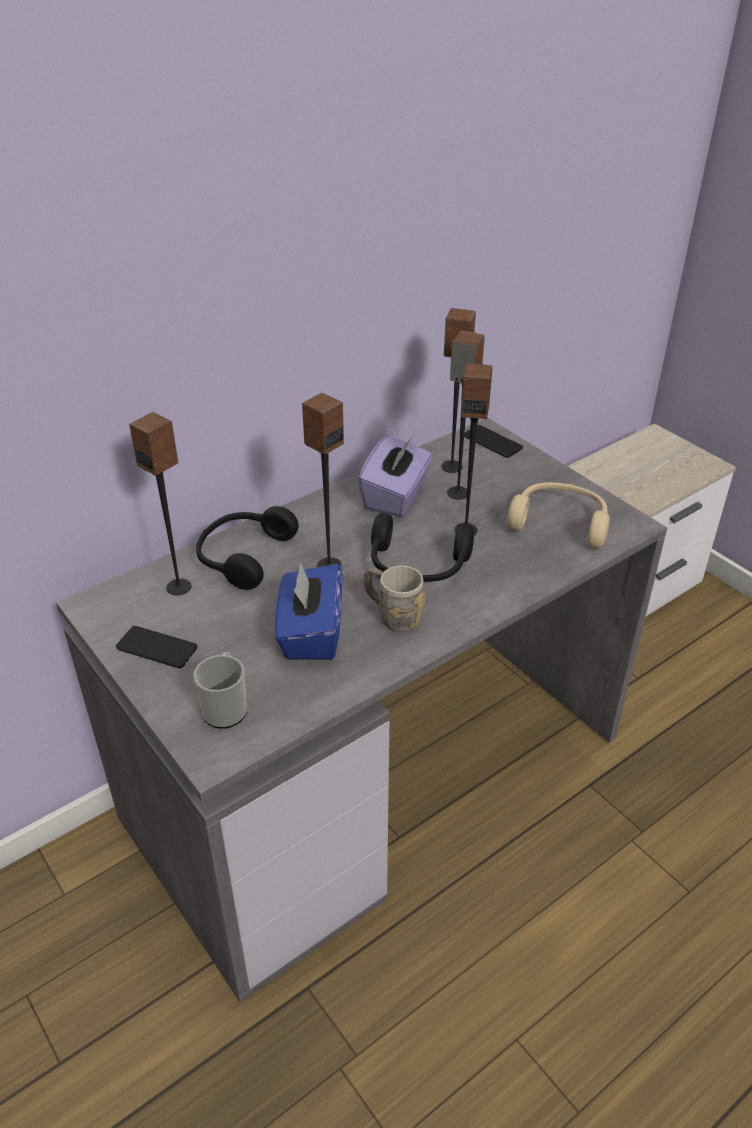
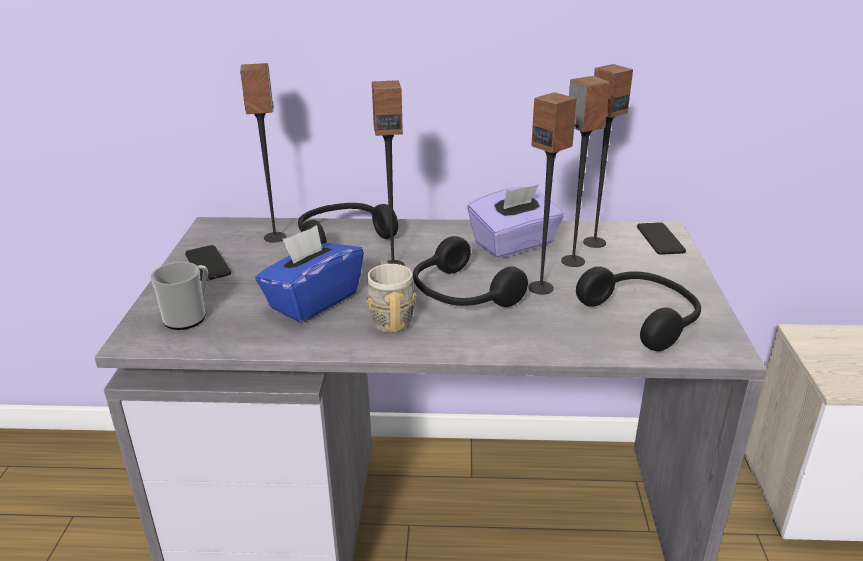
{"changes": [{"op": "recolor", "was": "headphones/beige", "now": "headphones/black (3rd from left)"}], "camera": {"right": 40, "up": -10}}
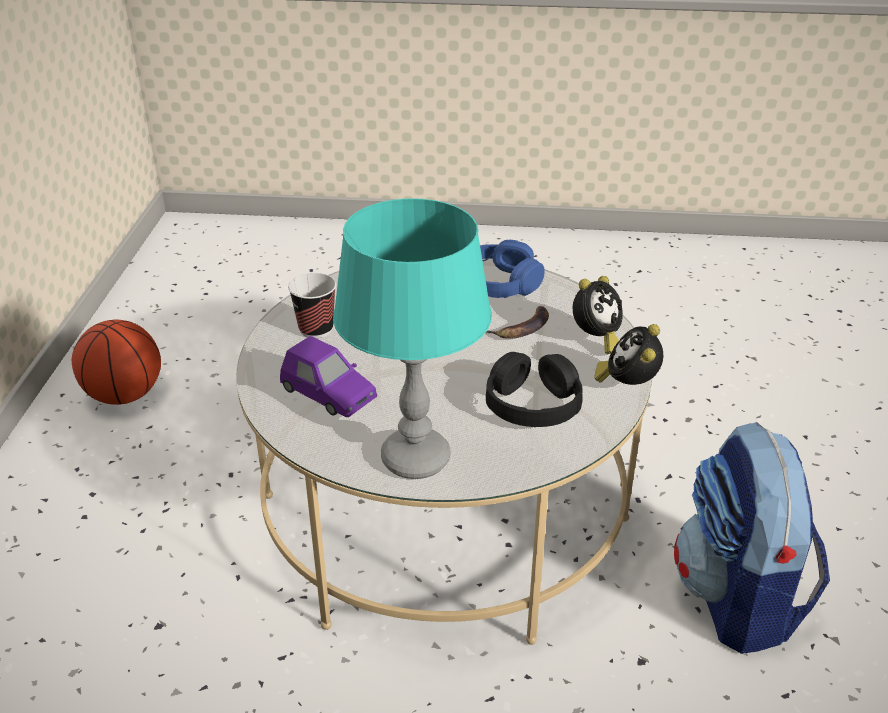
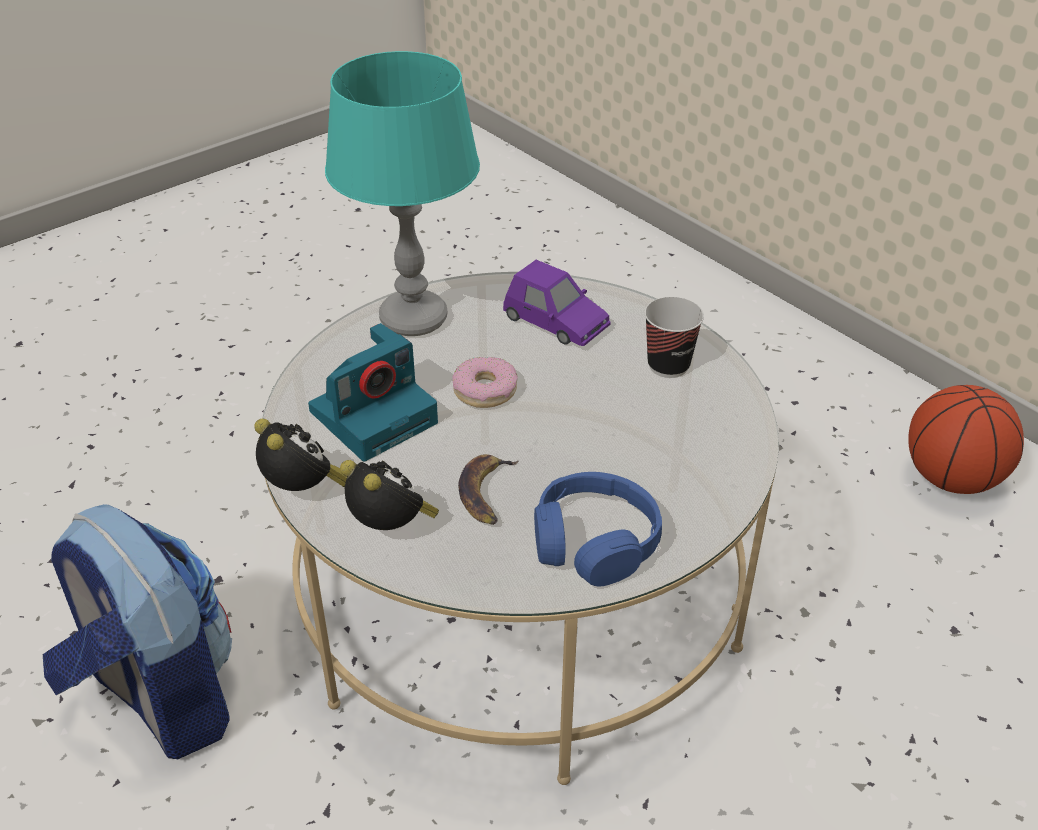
{"changes": [{"op": "rotate", "was": "alarm clock (1st from left in the first image)", "clockwise": 135}, {"op": "rotate", "was": "toy car/purple", "clockwise": -135}, {"op": "replace", "was": "headphones/black", "now": "photo camera"}, {"op": "insert", "now": "donut"}], "camera": {"right": 135, "up": 5}}
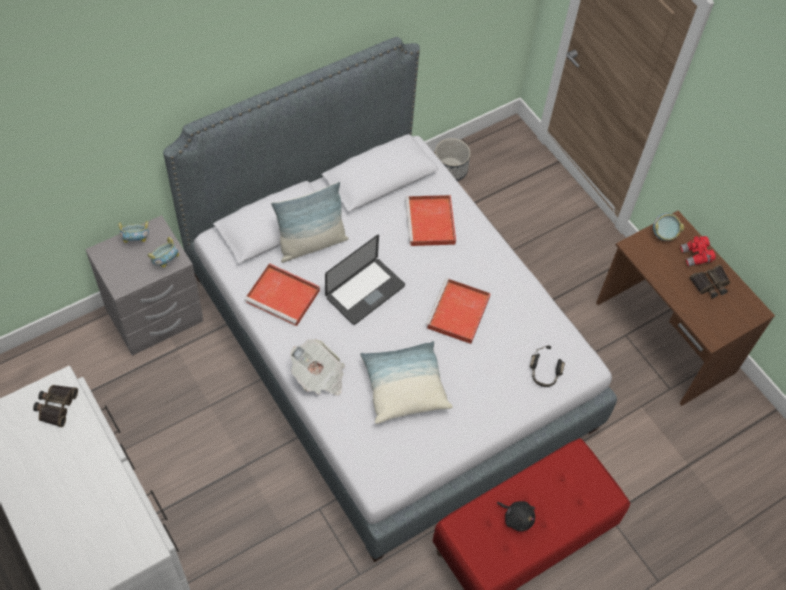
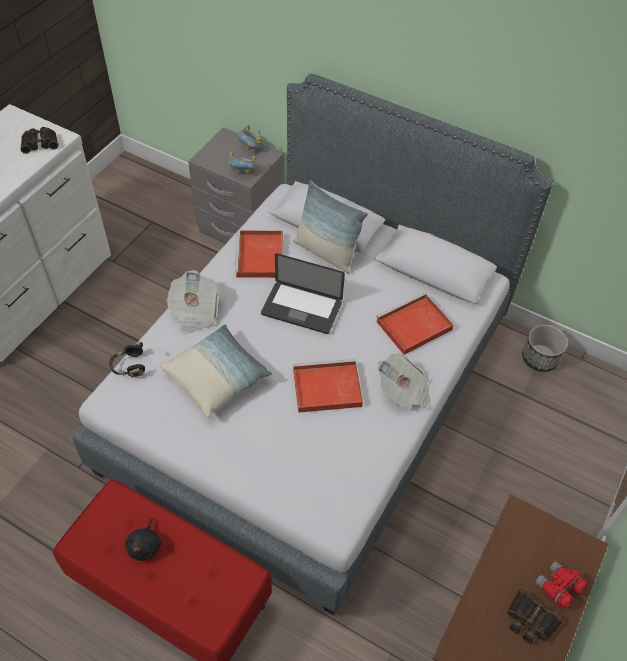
{"changes": [{"op": "delete", "was": "bowl (3rd from left)"}, {"op": "move", "was": "headphones/black"}, {"op": "insert", "now": "newspaper (2nd from left)"}], "camera": {"right": 65, "up": -5}}
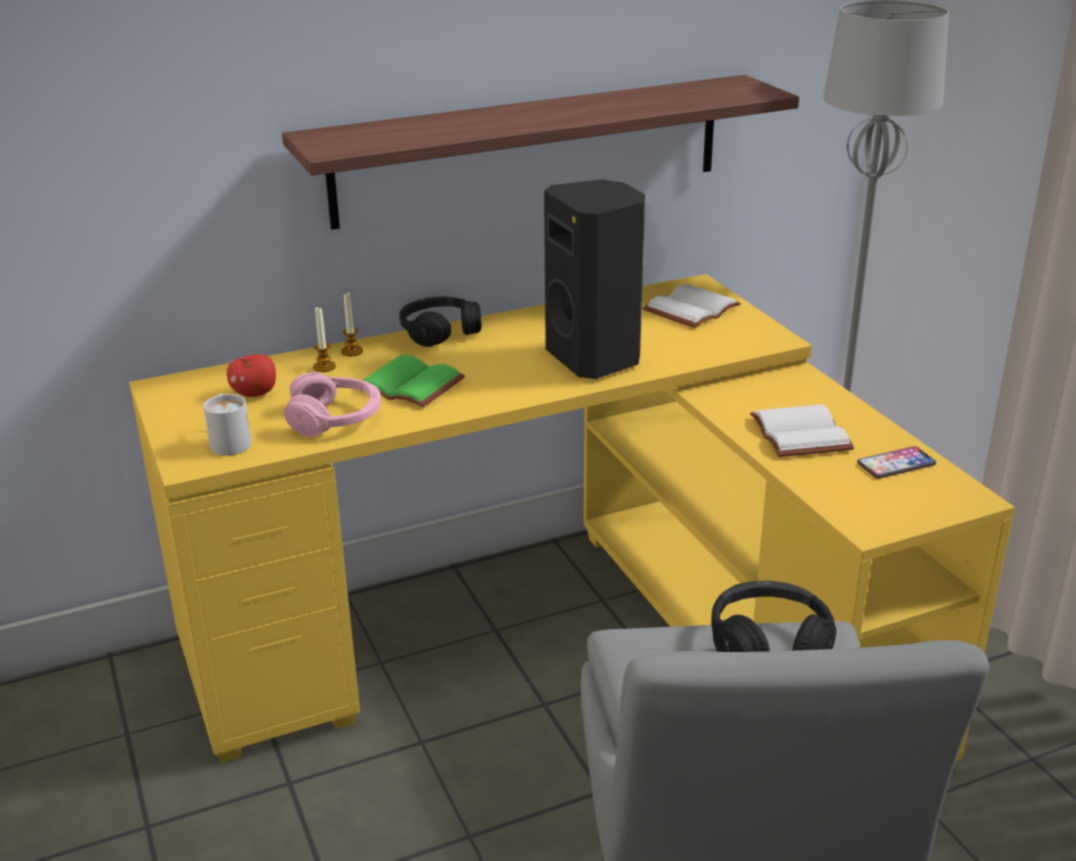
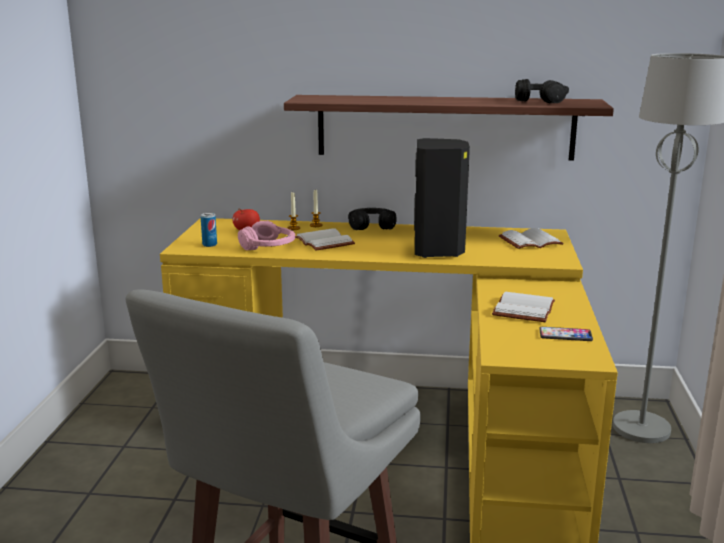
{"changes": [{"op": "recolor", "was": "book/green", "now": "book/white (1st from left)"}, {"op": "replace", "was": "mug/white", "now": "can"}, {"op": "move", "was": "headphones/black (2nd from left)"}], "camera": {"right": 30, "up": -10}}
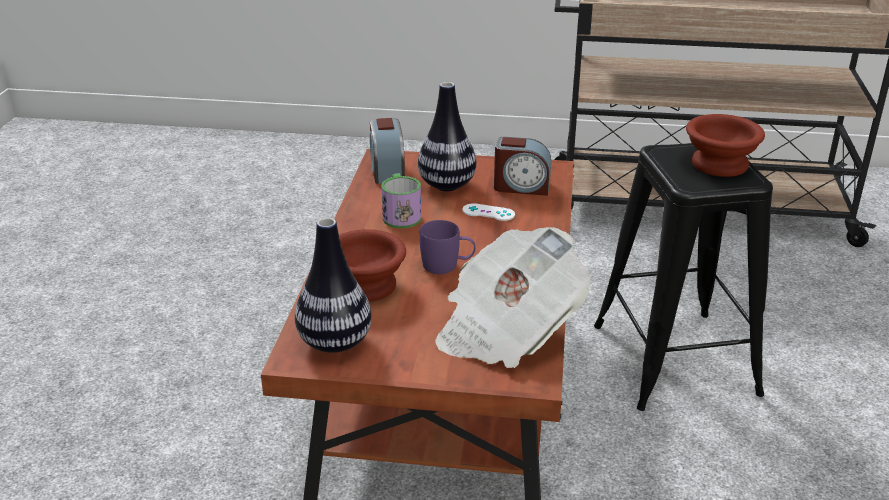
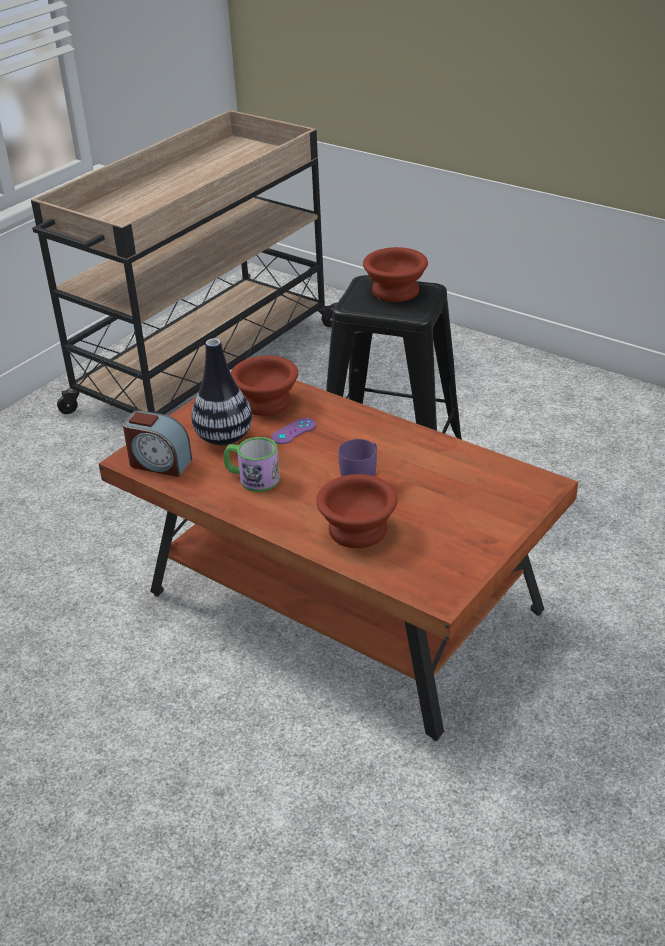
{"changes": [{"op": "replace", "was": "alarm clock (2nd from left)", "now": "bowl/brown (1st from left)"}, {"op": "recolor", "was": "game controller/white", "now": "game controller/purple"}, {"op": "delete", "was": "vase (1st from left)"}, {"op": "delete", "was": "newspaper"}], "camera": {"right": -60, "up": 5}}
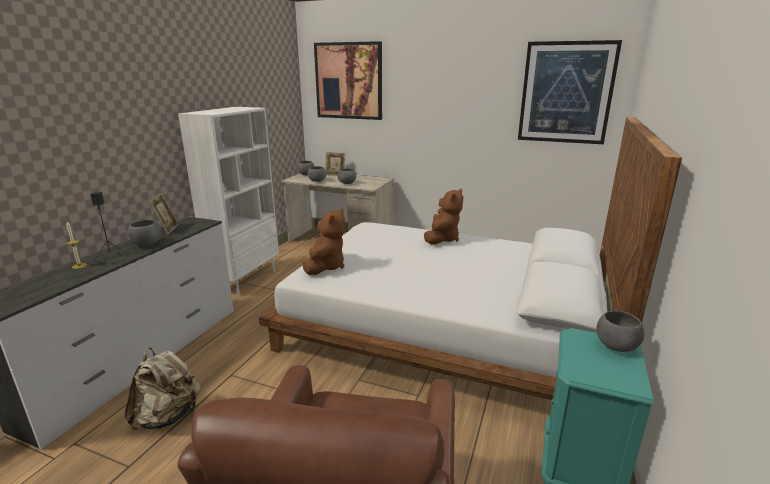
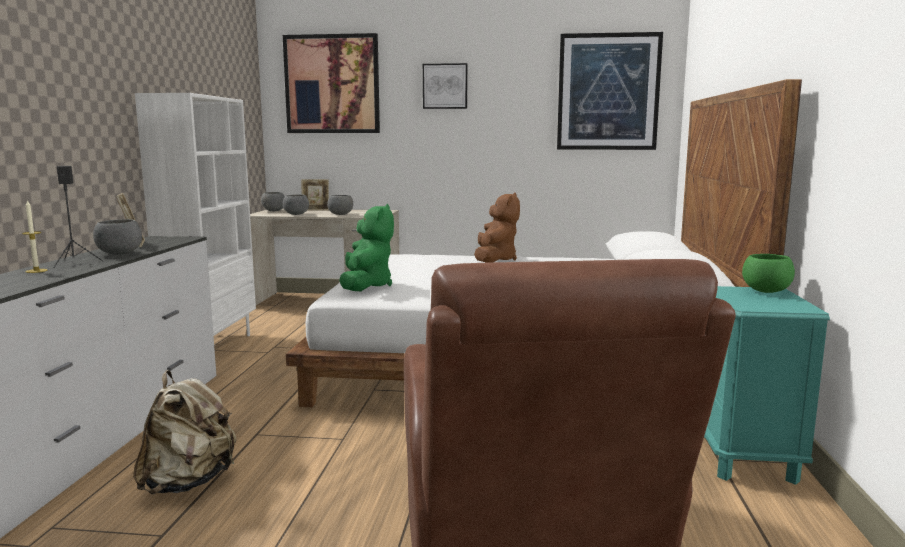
{"changes": [{"op": "recolor", "was": "plush toy/brown (1st from left)", "now": "plush toy/green"}, {"op": "recolor", "was": "bowl/grey (5th from left)", "now": "bowl/green"}, {"op": "insert", "now": "picture (2nd from left)"}], "camera": {"right": -15, "up": -10}}
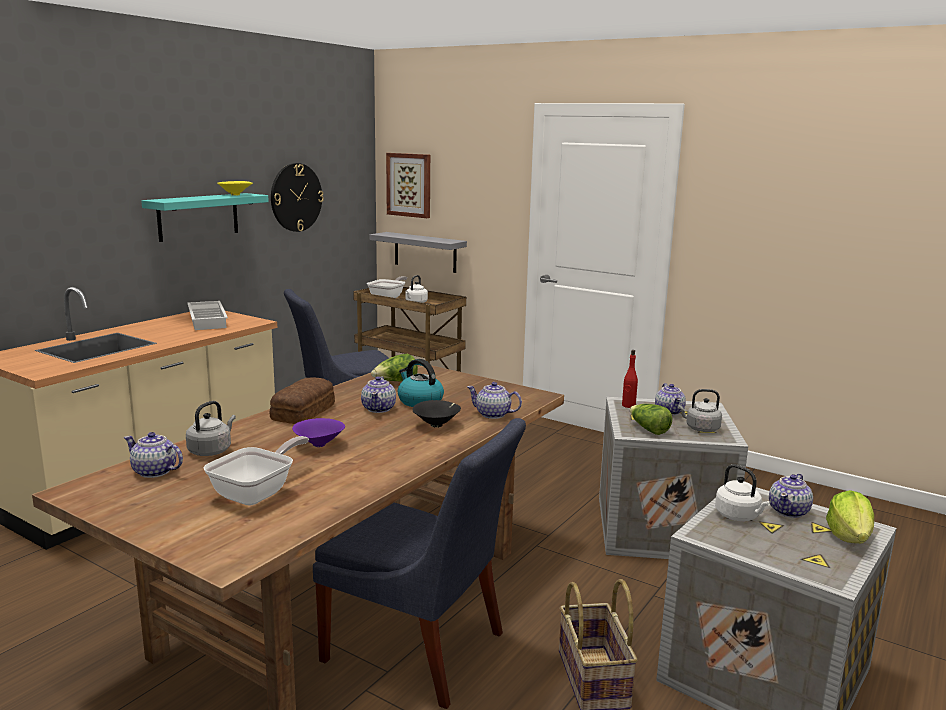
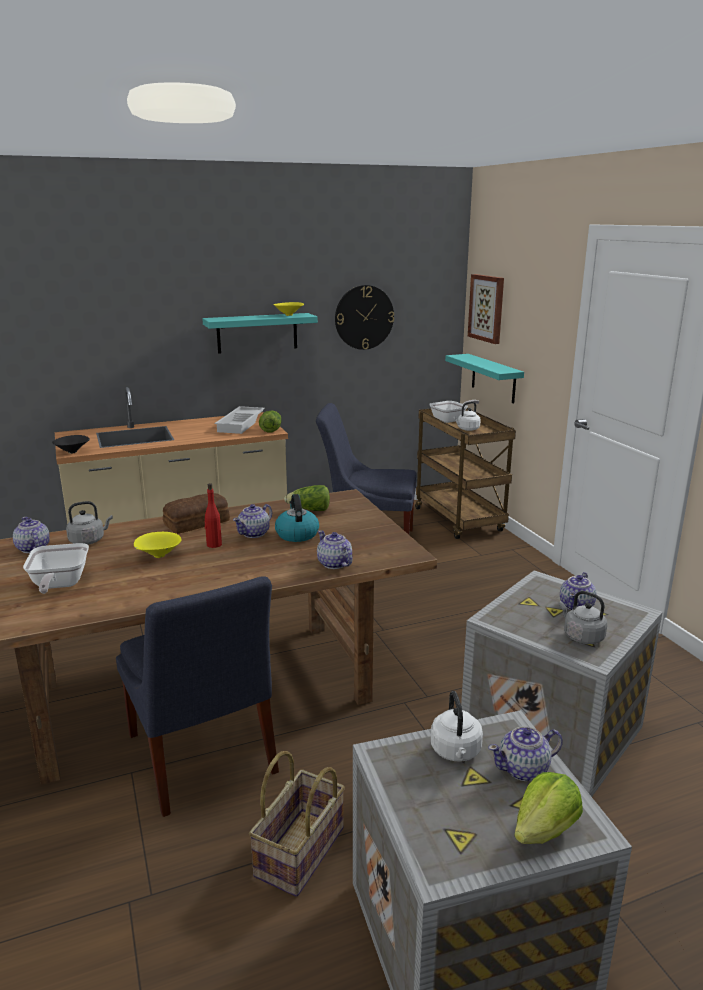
{"changes": [{"op": "recolor", "was": "shelf/grey", "now": "shelf/turquoise (2nd from left)"}, {"op": "move", "was": "bottle/red"}, {"op": "move", "was": "bowl/black"}, {"op": "move", "was": "lettuce (2nd from left in the first image)", "now": "lettuce (1st from left)"}, {"op": "recolor", "was": "bowl/purple", "now": "bowl/yellow (1st from left)"}, {"op": "rotate", "was": "frying pan (1st from left)", "clockwise": 105}], "camera": {"right": 35, "up": 5}}
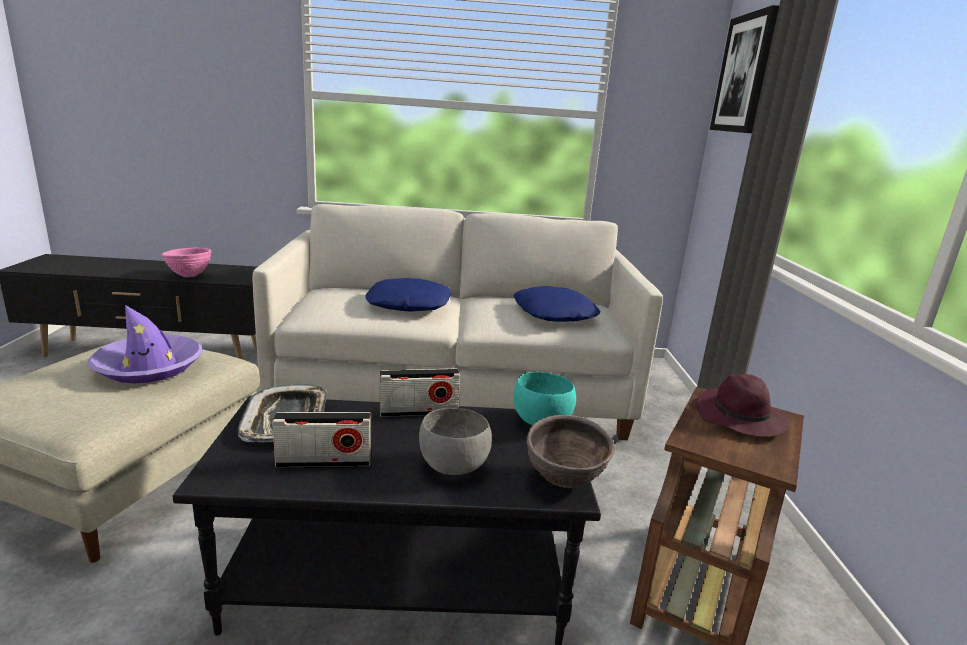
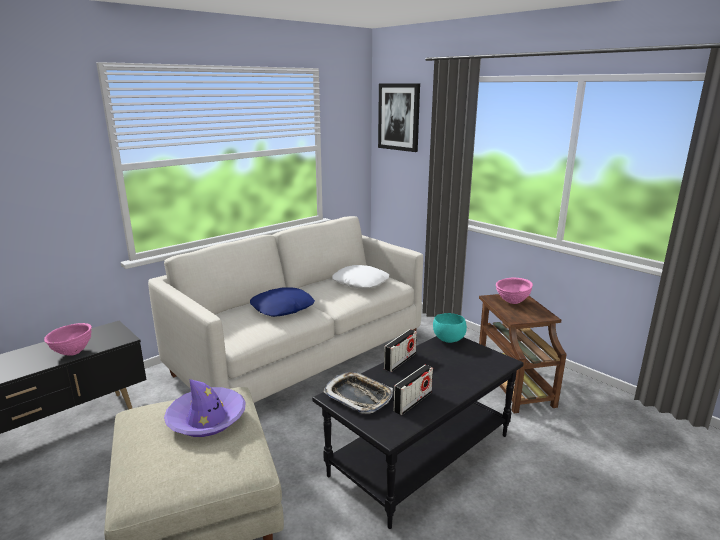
{"changes": [{"op": "recolor", "was": "pillow/blue (2nd from left)", "now": "pillow/white"}, {"op": "replace", "was": "hat/purple (2nd from left)", "now": "bowl/pink (2nd from left)"}, {"op": "delete", "was": "bowl/grey"}, {"op": "delete", "was": "bowl/brown"}], "camera": {"right": -40, "up": 0}}
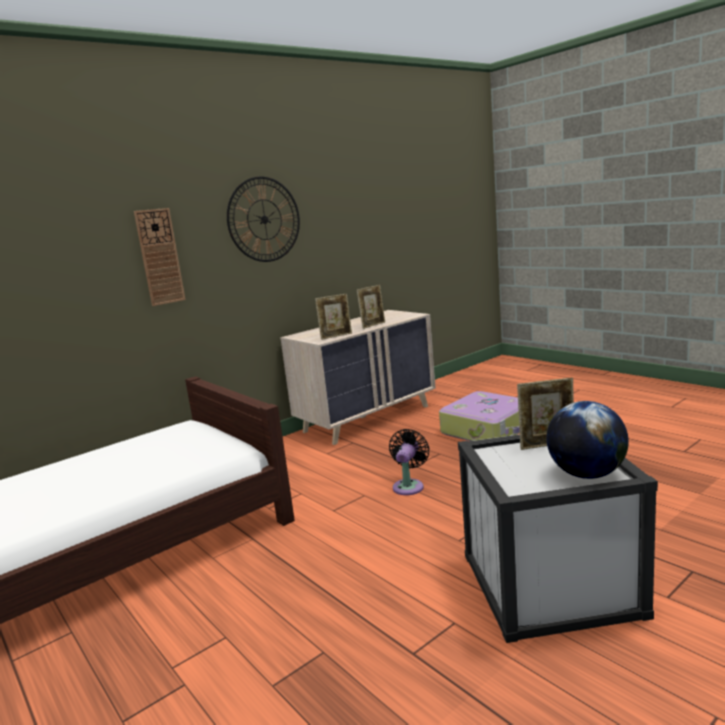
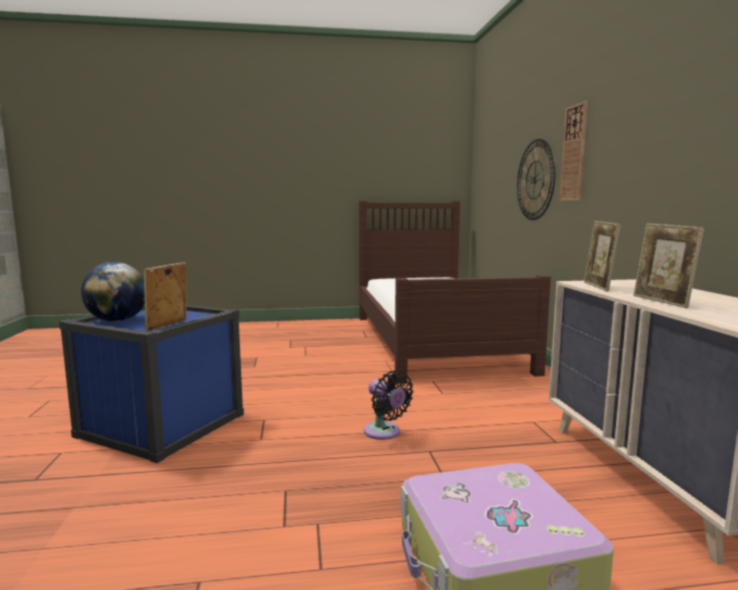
{"changes": [{"op": "move", "was": "wall clock (2nd from left in the first image)", "now": "wall clock (1st from left)"}, {"op": "recolor", "was": "storage box/white", "now": "storage box/blue"}], "camera": {"right": 120, "up": -5}}
